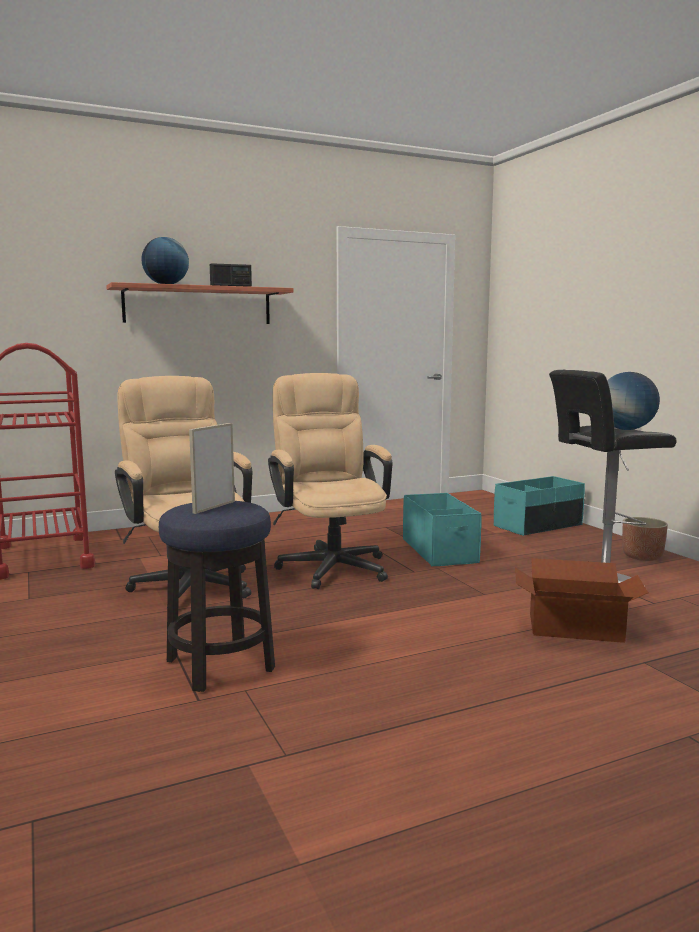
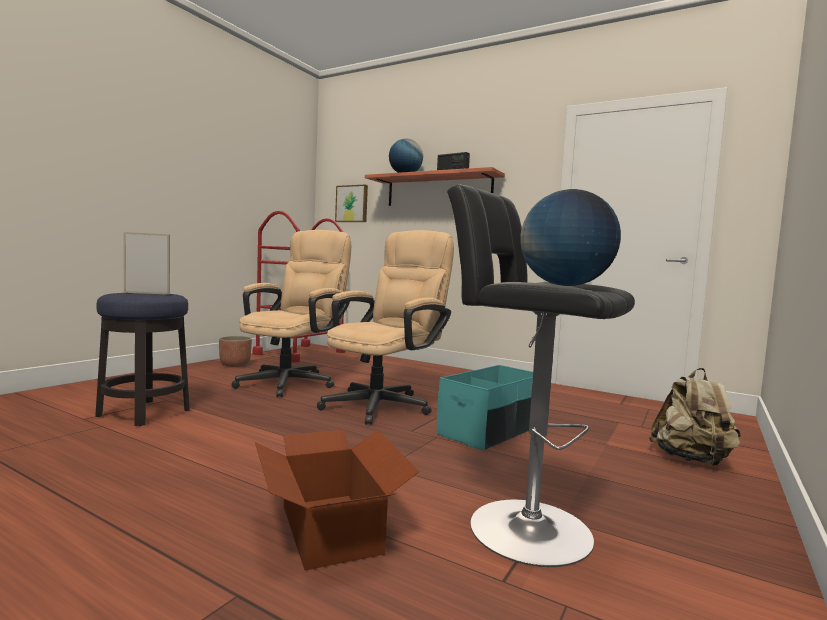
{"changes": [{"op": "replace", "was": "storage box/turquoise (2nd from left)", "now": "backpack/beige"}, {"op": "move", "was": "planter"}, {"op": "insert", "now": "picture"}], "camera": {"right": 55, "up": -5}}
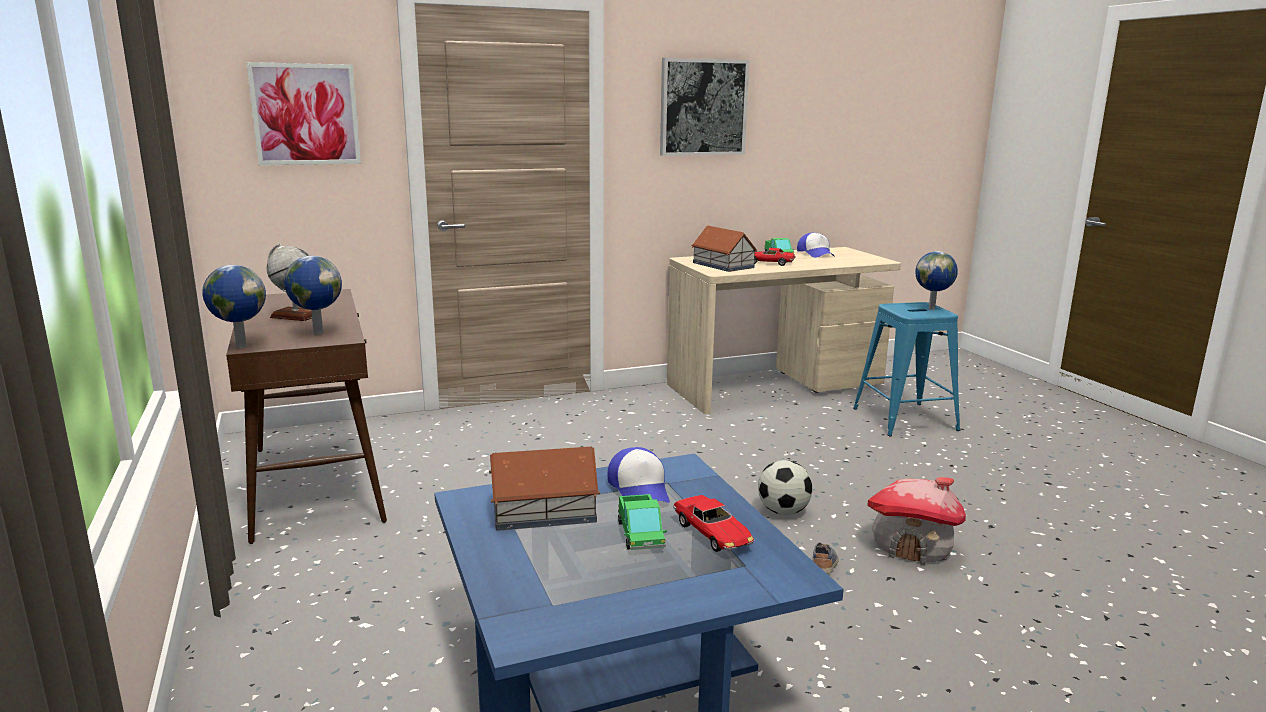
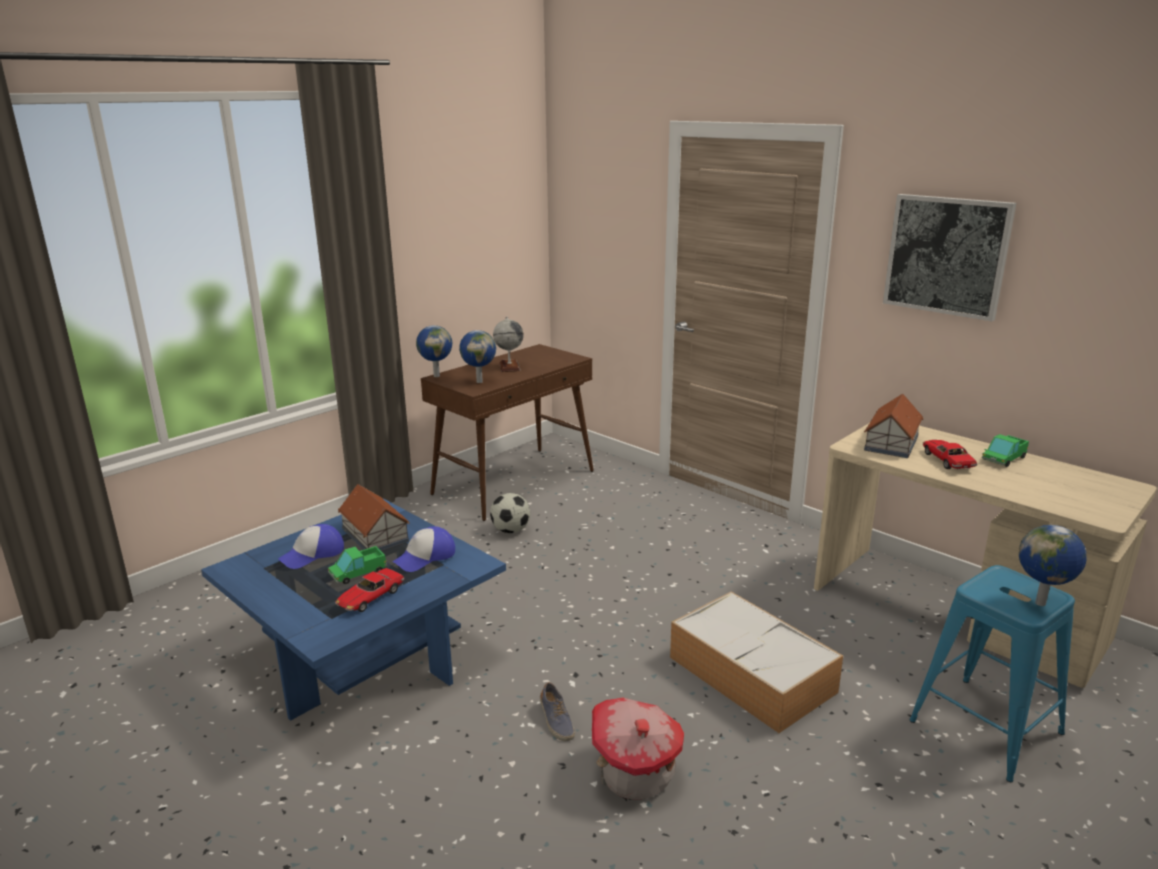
{"changes": [{"op": "delete", "was": "picture (1st from left)"}, {"op": "move", "was": "cap (2nd from left in the first image)", "now": "cap (1st from left)"}, {"op": "move", "was": "football"}, {"op": "rotate", "was": "shoe", "clockwise": 75}, {"op": "insert", "now": "storage box"}], "camera": {"right": 65, "up": 5}}
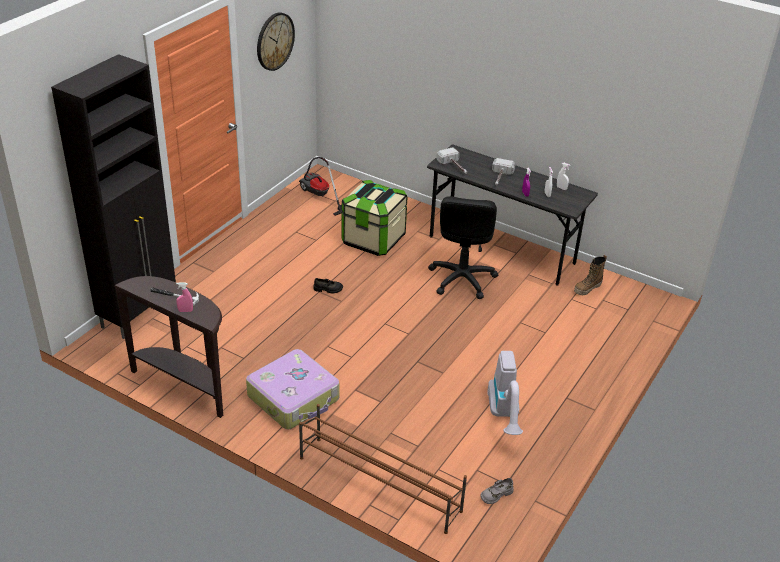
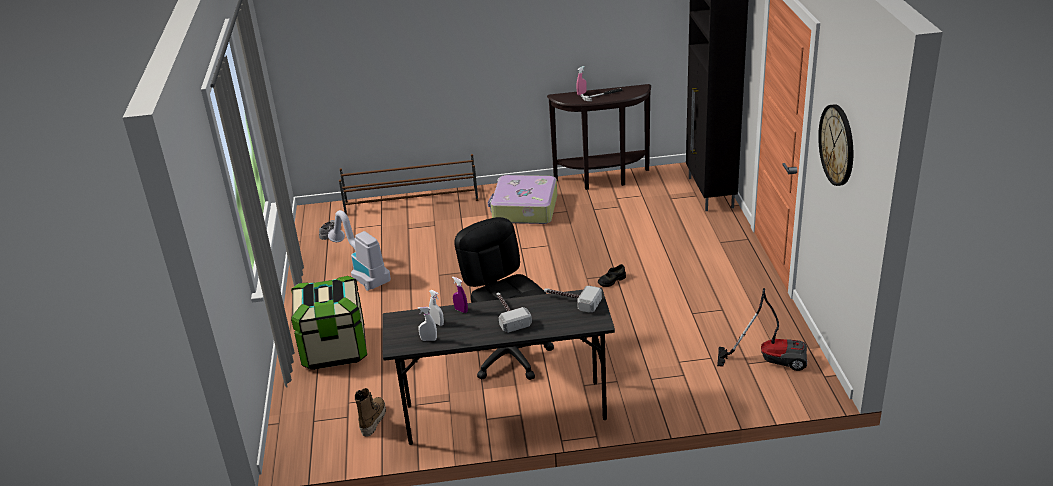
{"changes": [{"op": "move", "was": "storage box"}], "camera": {"right": 145, "up": -5}}
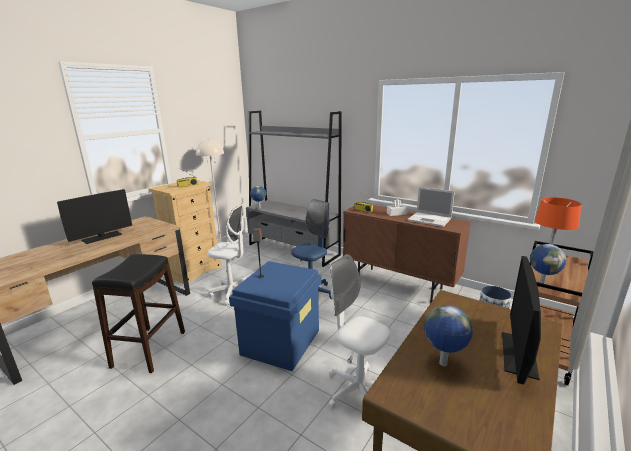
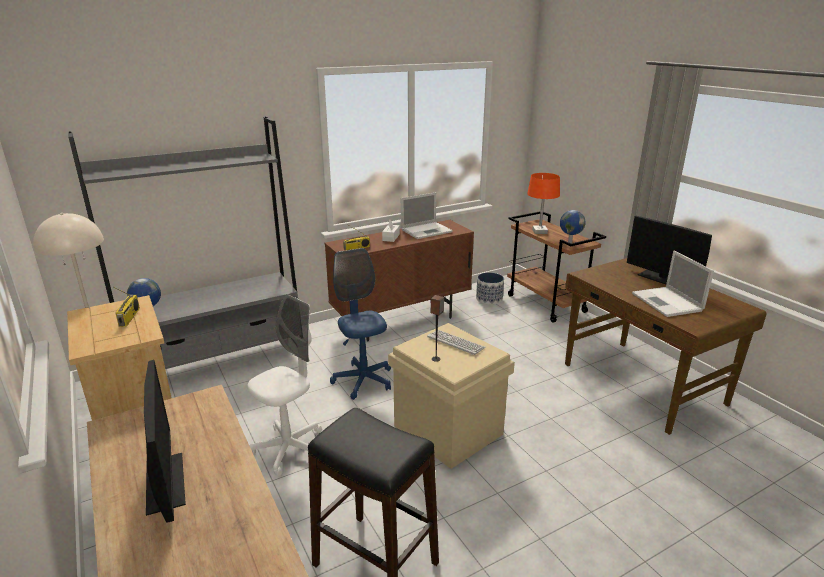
{"changes": [{"op": "delete", "was": "office chair/white (2nd from left)"}, {"op": "recolor", "was": "storage box/blue", "now": "storage box/beige"}, {"op": "replace", "was": "globe (2nd from left)", "now": "laptop (2nd from left)"}, {"op": "insert", "now": "keyboard"}], "camera": {"right": -65, "up": 5}}
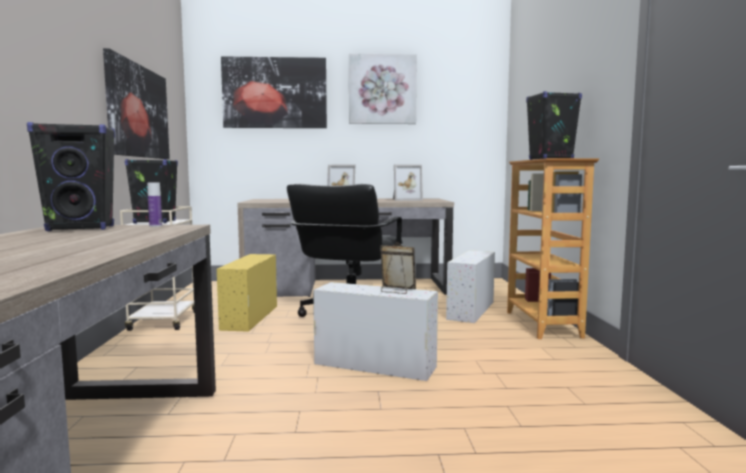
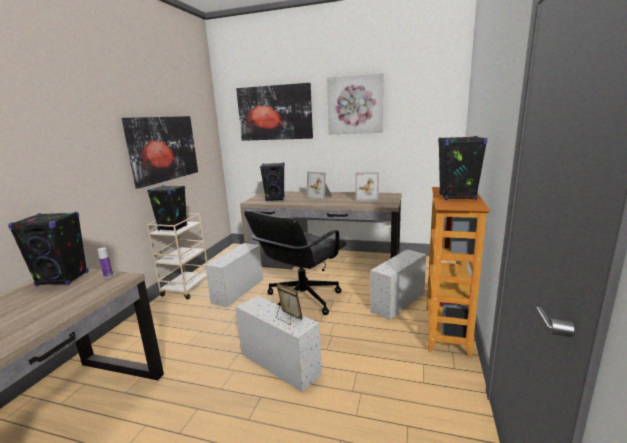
{"changes": [{"op": "recolor", "was": "storage box/yellow", "now": "storage box/white (1st from left)"}, {"op": "insert", "now": "speaker/black (3rd from left)"}], "camera": {"right": 20, "up": 10}}
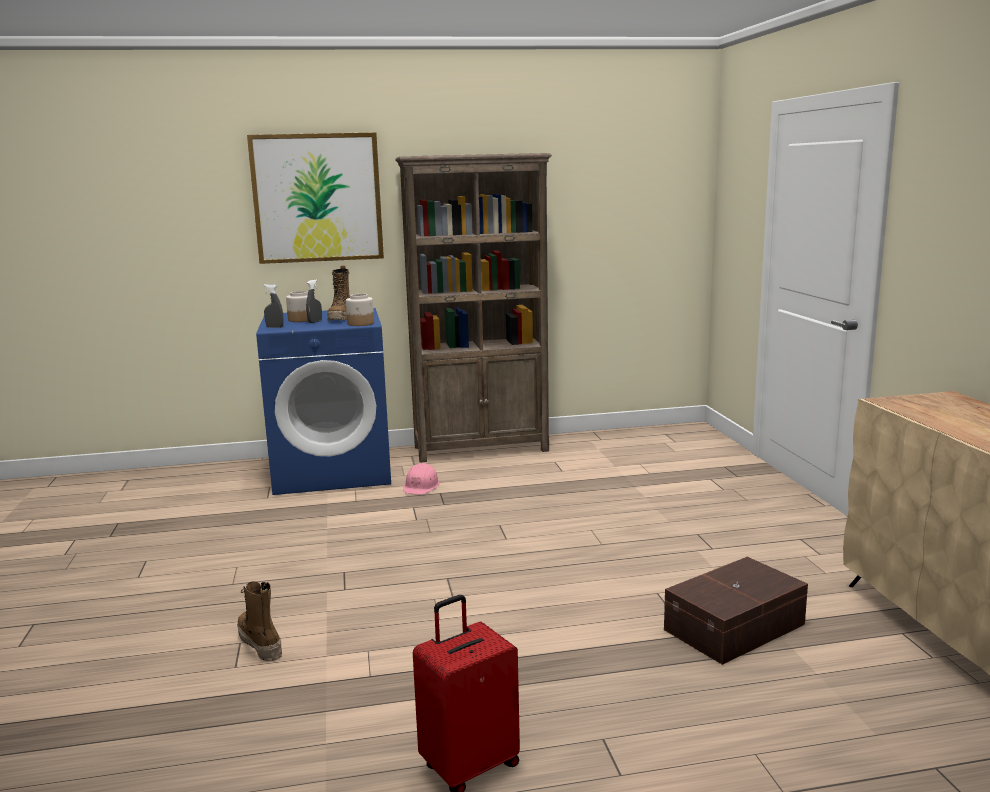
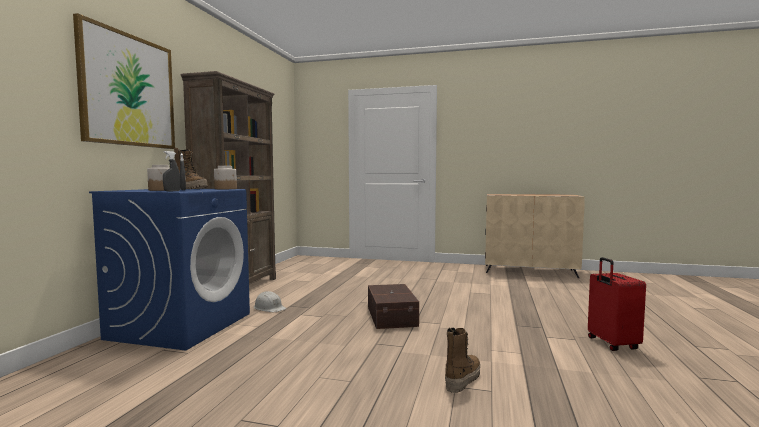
{"changes": [{"op": "recolor", "was": "hard hat/pink", "now": "hard hat/white"}, {"op": "move", "was": "storage box/brown"}, {"op": "rotate", "was": "boot (1st from left in the first image)", "clockwise": 135}], "camera": {"right": -65, "up": -10}}
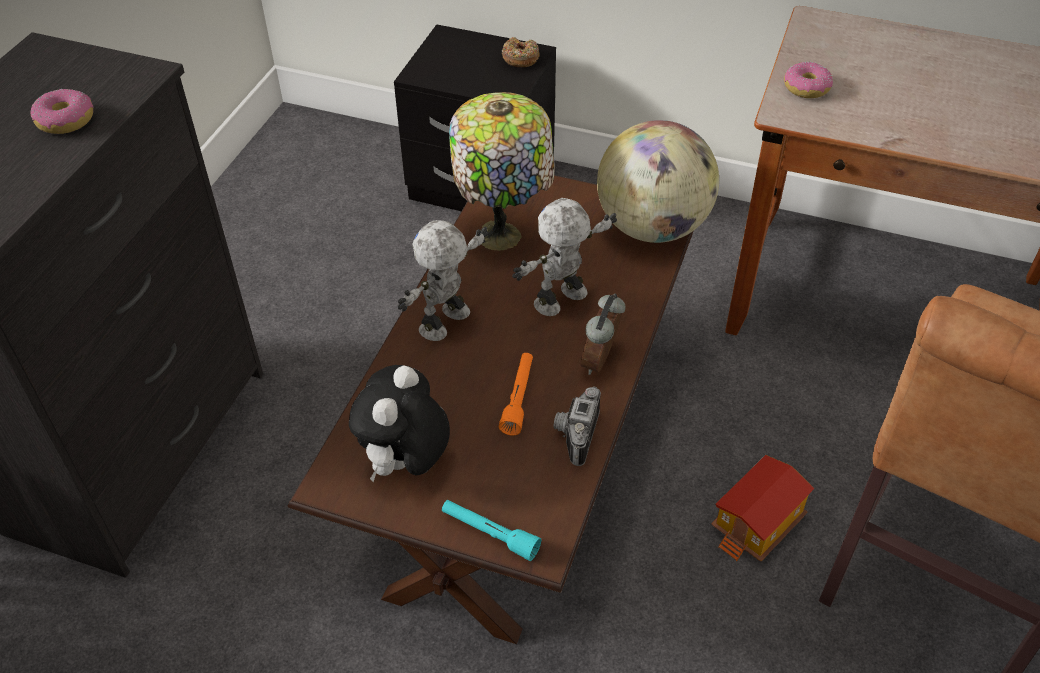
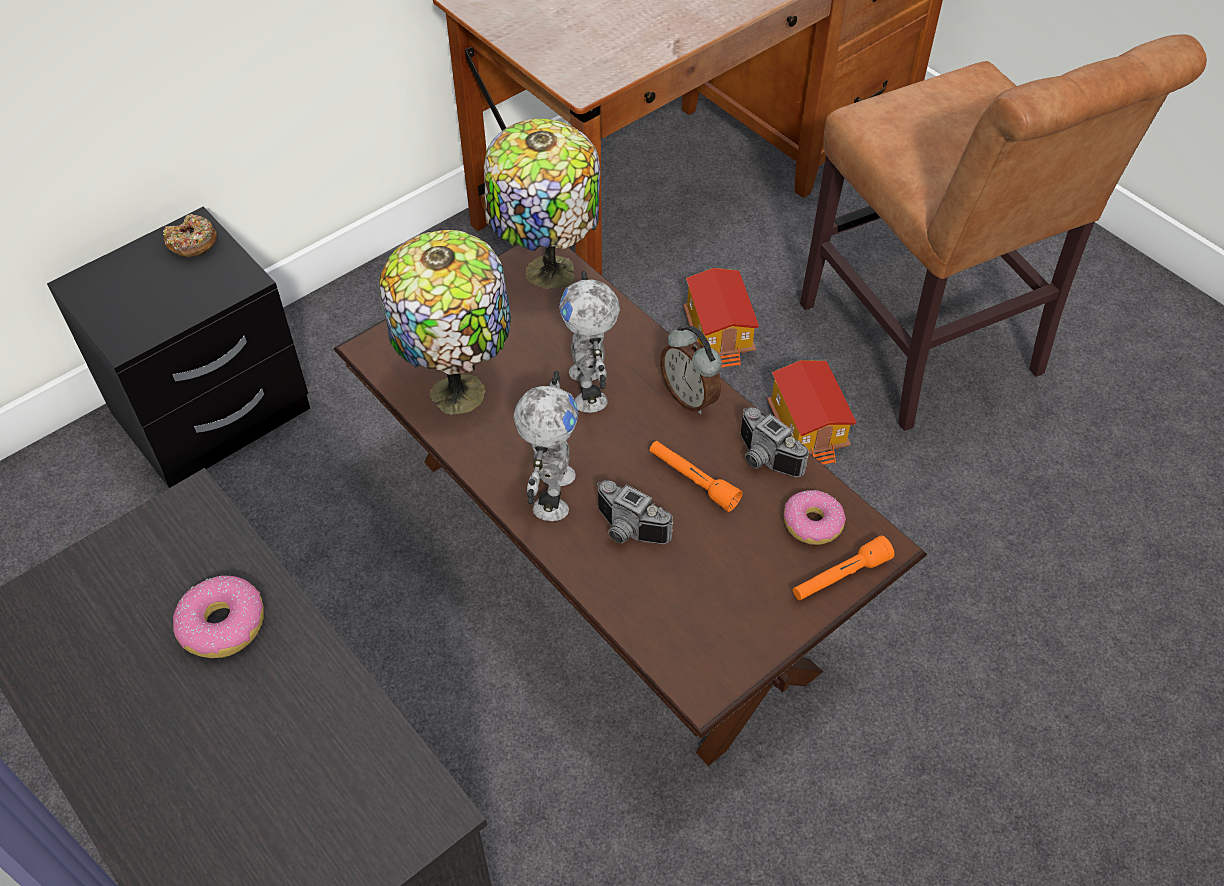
{"changes": [{"op": "move", "was": "donut (3rd from left)"}, {"op": "replace", "was": "globe", "now": "table lamp (2nd from left)"}, {"op": "rotate", "was": "toy robot (1st from left)", "clockwise": -150}, {"op": "delete", "was": "plush toy"}, {"op": "recolor", "was": "flashlight/turquoise", "now": "flashlight/orange (2nd from left)"}, {"op": "insert", "now": "toy house (1st from left)"}, {"op": "insert", "now": "photo camera (1st from left)"}], "camera": {"right": -60, "up": 5}}
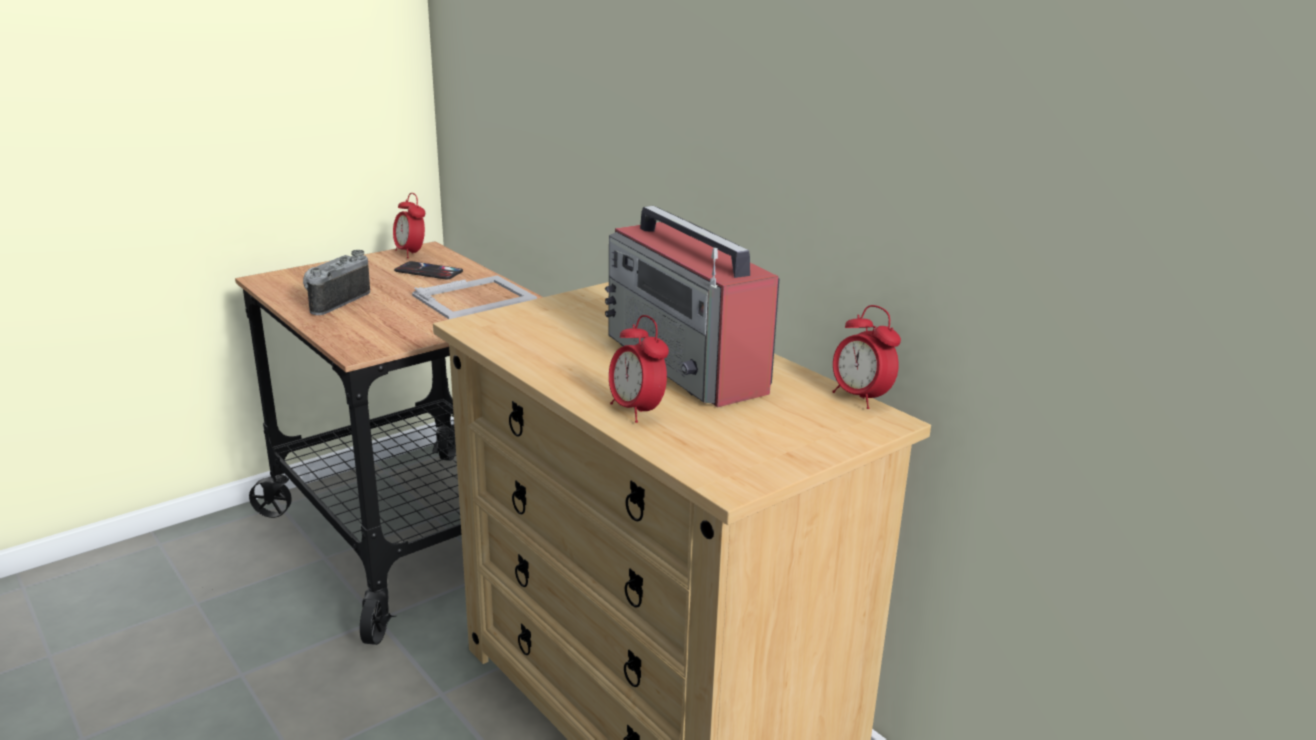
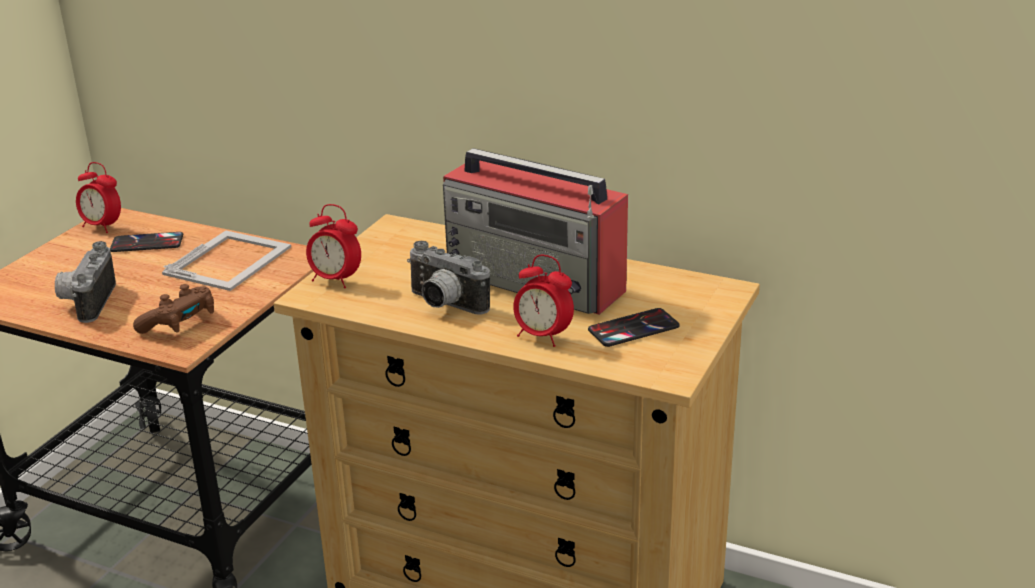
{"changes": [{"op": "move", "was": "alarm clock (3rd from left in the first image)", "now": "alarm clock (2nd from left)"}, {"op": "insert", "now": "photo camera (2nd from left)"}, {"op": "insert", "now": "game controller/brown"}, {"op": "insert", "now": "phone (2nd from left)"}], "camera": {"right": -25, "up": 5}}
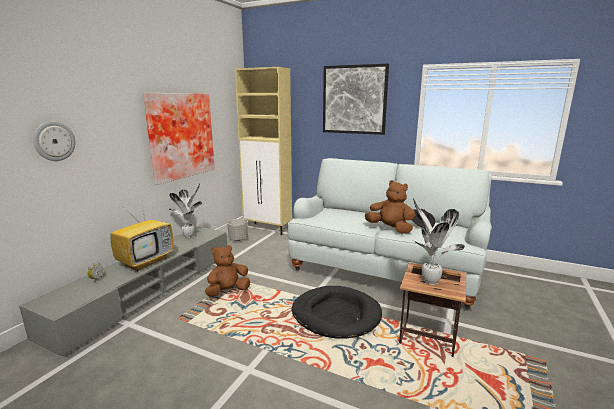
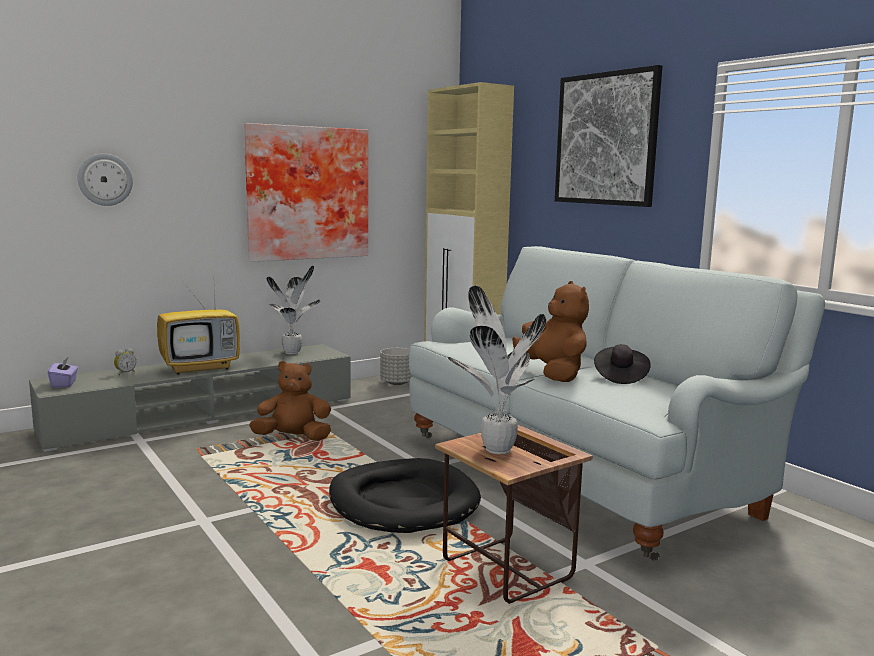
{"changes": [{"op": "insert", "now": "tissue box/purple"}], "camera": {"right": 30, "up": -5}}
